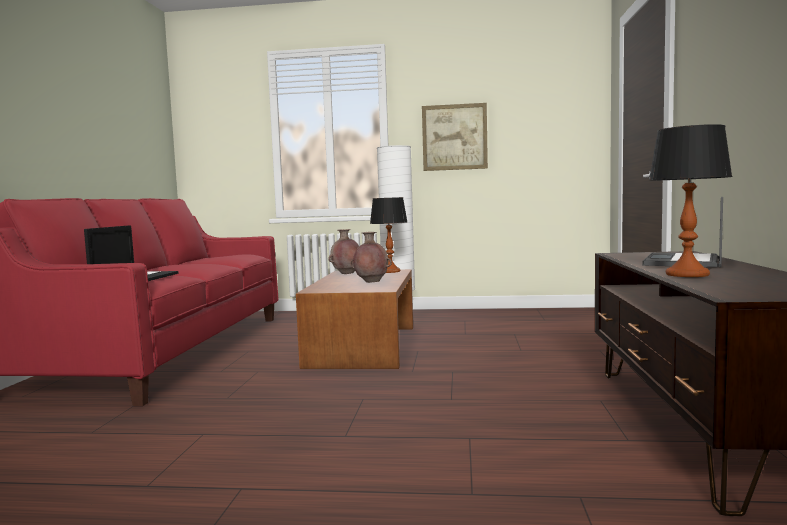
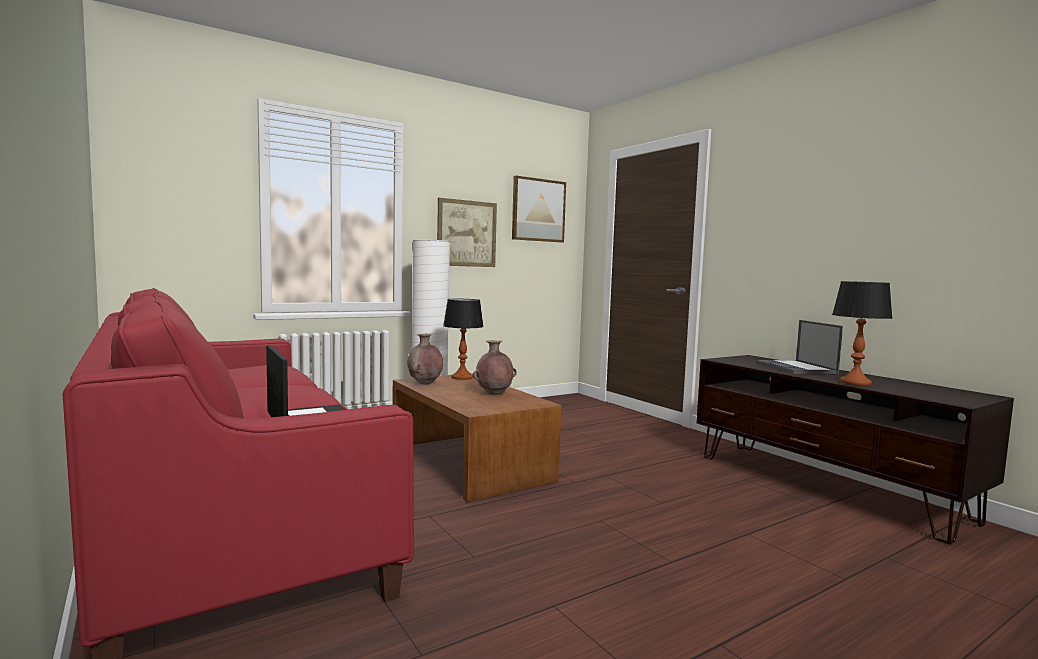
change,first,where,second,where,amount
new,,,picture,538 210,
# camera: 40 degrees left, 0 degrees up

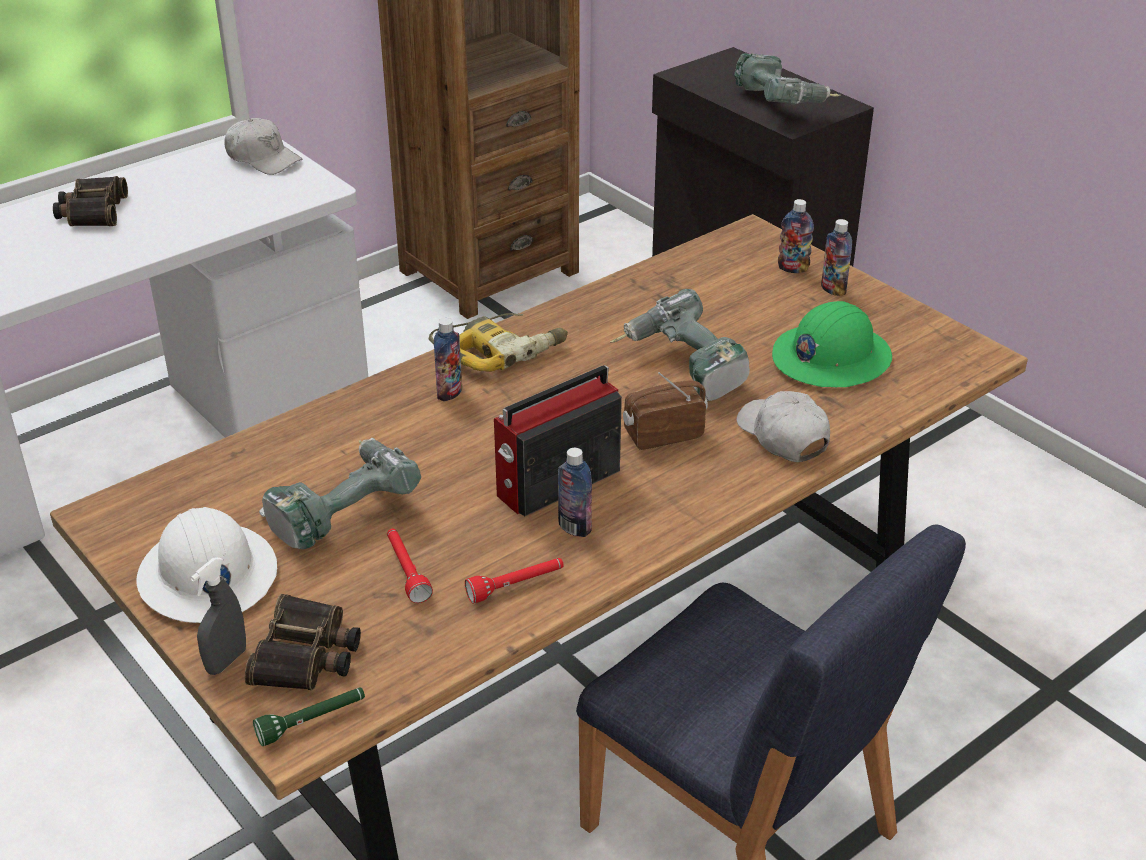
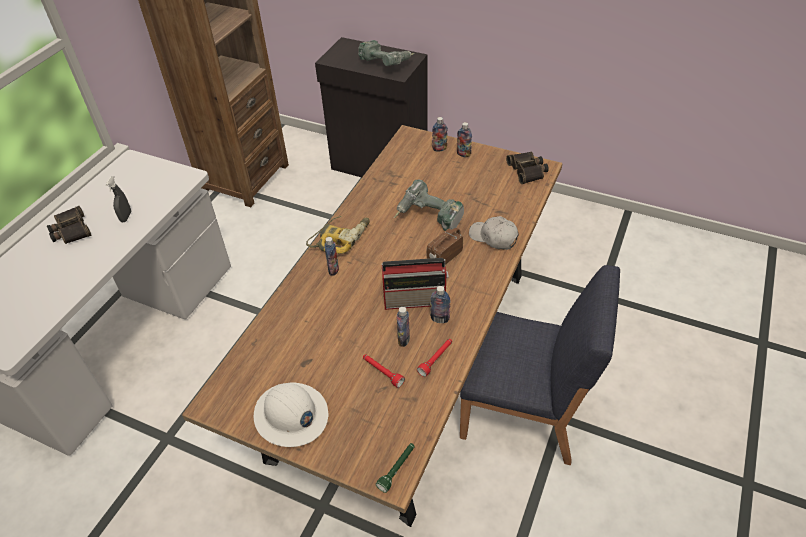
change,first,where,second,where,amount
gone,white cap,263 158,,,
gone,green hard hat,830 358,,,
rotated,radio,556 484,,416 299,120 degrees counterclockwise
gone,power drill,340 511,,,
shifted,grey spray bottle,226 661,,126 217,
shifted,binoculars,307 655,,528 171,
new,,,bottle,403 339,
# camera: 25 degrees left, 10 degrees up

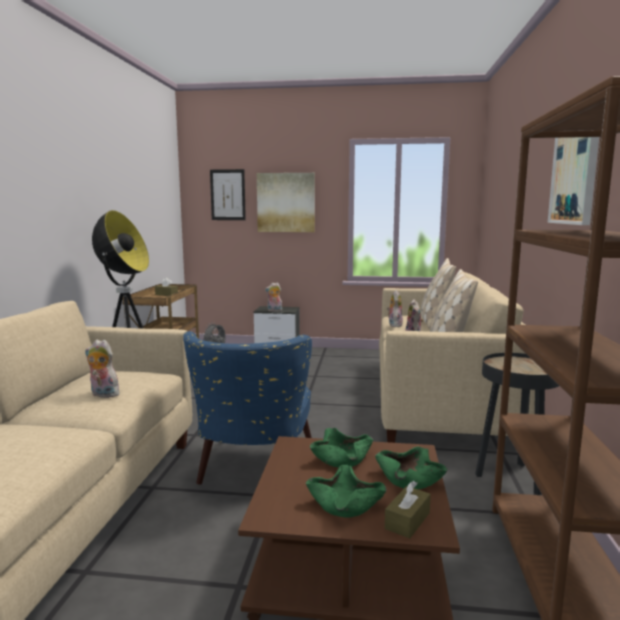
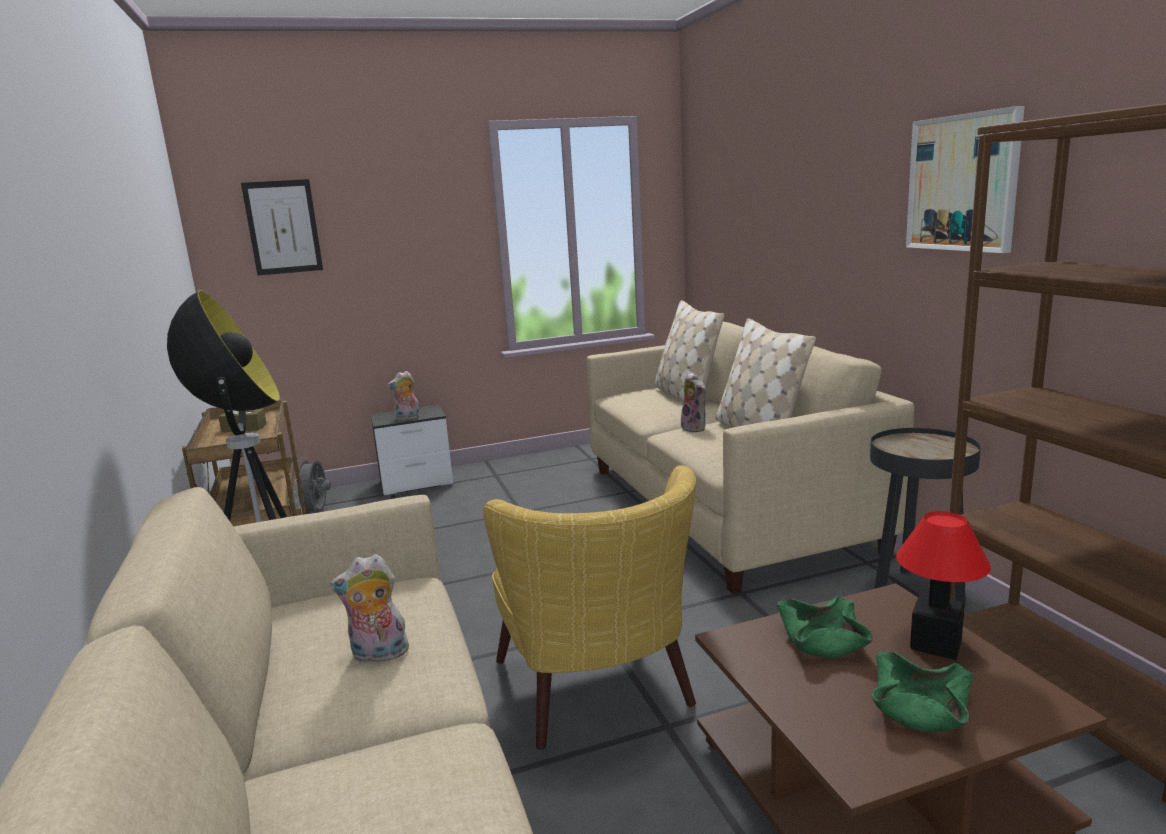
change,first,where,second,where,amount
gone,picture,286 202,,,
gone,plush toy,394 325,,,
repainted,blue armchair,253 471,yellow armchair,599 696,
swapped,green bowl,409 478,table lamp,936 643,
gone,brown tissue box,407 521,,,
# camera: 25 degrees left, 5 degrees up

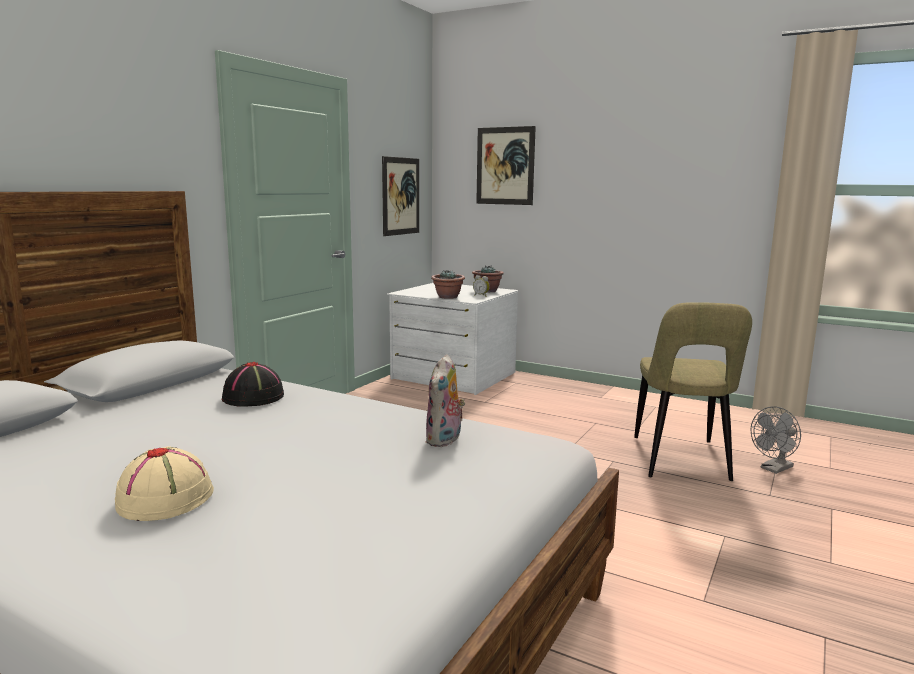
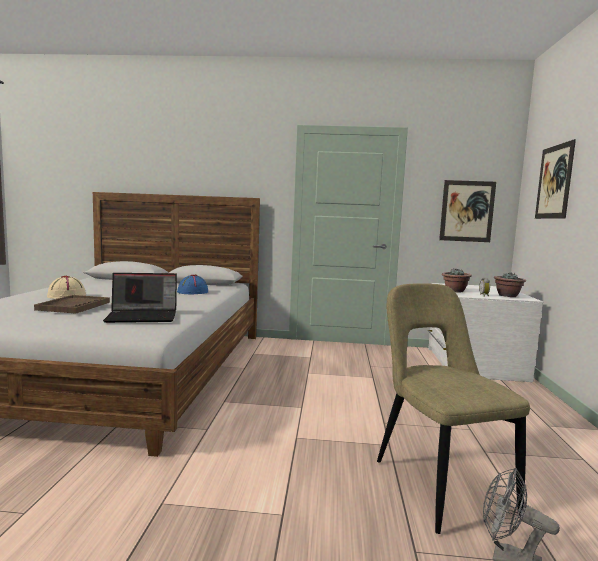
change,first,where,second,where,amount
rotated,beige chair,681 461,,438 483,90 degrees clockwise
swapped,plush toy,445 440,laptop,143 316,
repainted,black hat,253 398,blue hat,192 292,
new,,,brown tray,74 306,
# camera: 65 degrees right, 5 degrees down

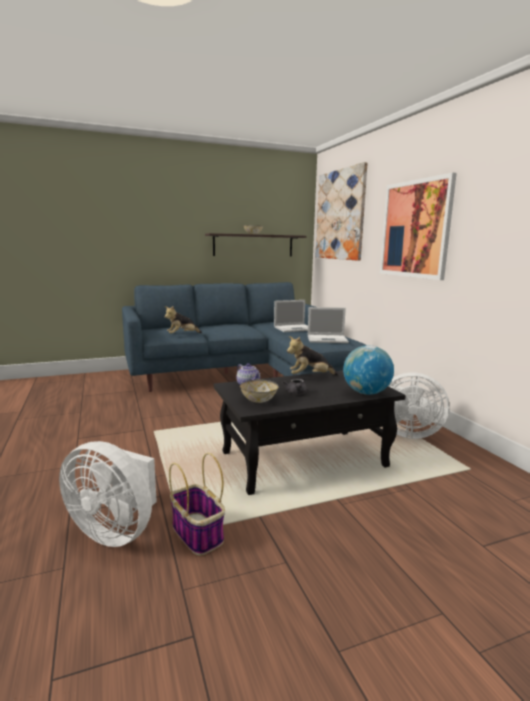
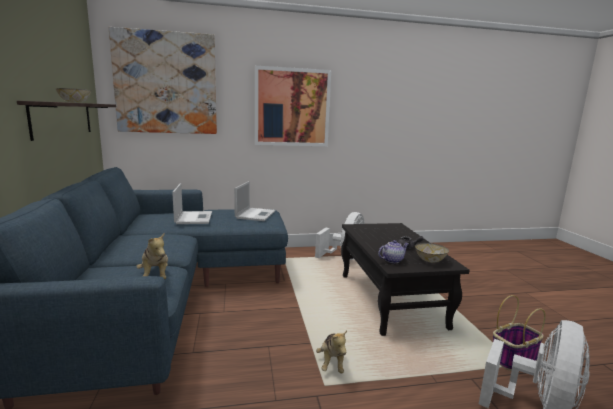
change,first,where,second,where,amount
shifted,plush toy,310 377,,332 363,
gone,globe,366 393,,,
# camera: 80 degrees left, 0 degrees up

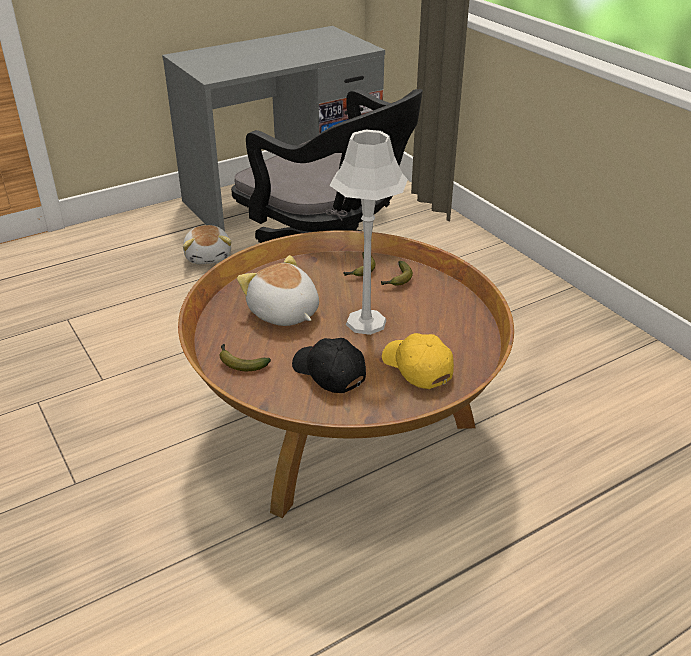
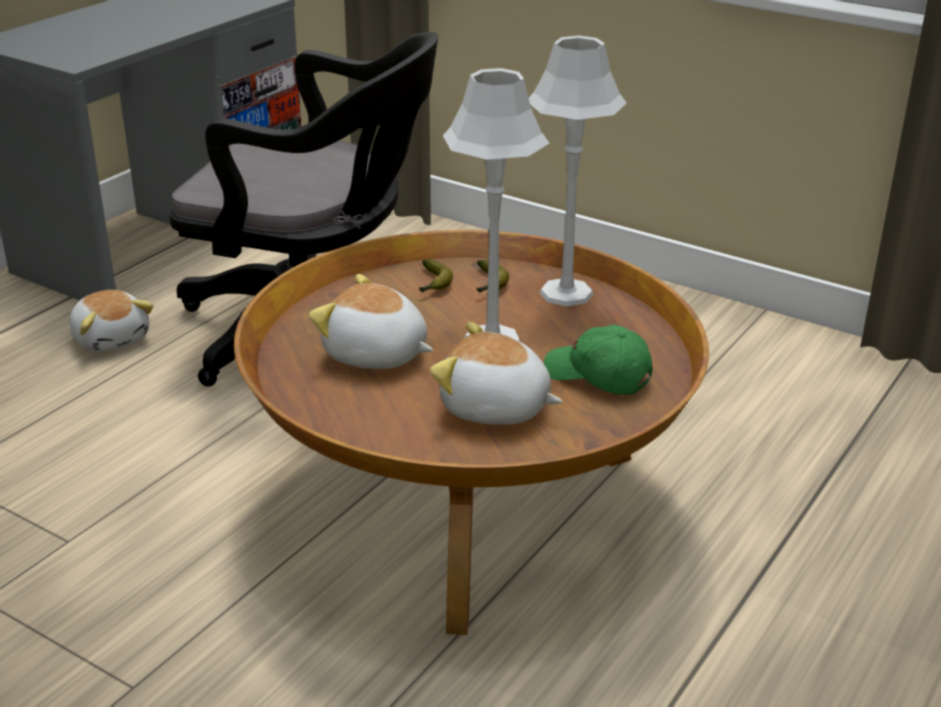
change,first,where,second,where,amount
repainted,yellow cap,416 368,green cap,597 376,
swapped,black cap,328 373,plush toy,495 408,
gone,banana,240 362,,,
new,,,grey table lamp,565 293,
# camera: 25 degrees left, 5 degrees down

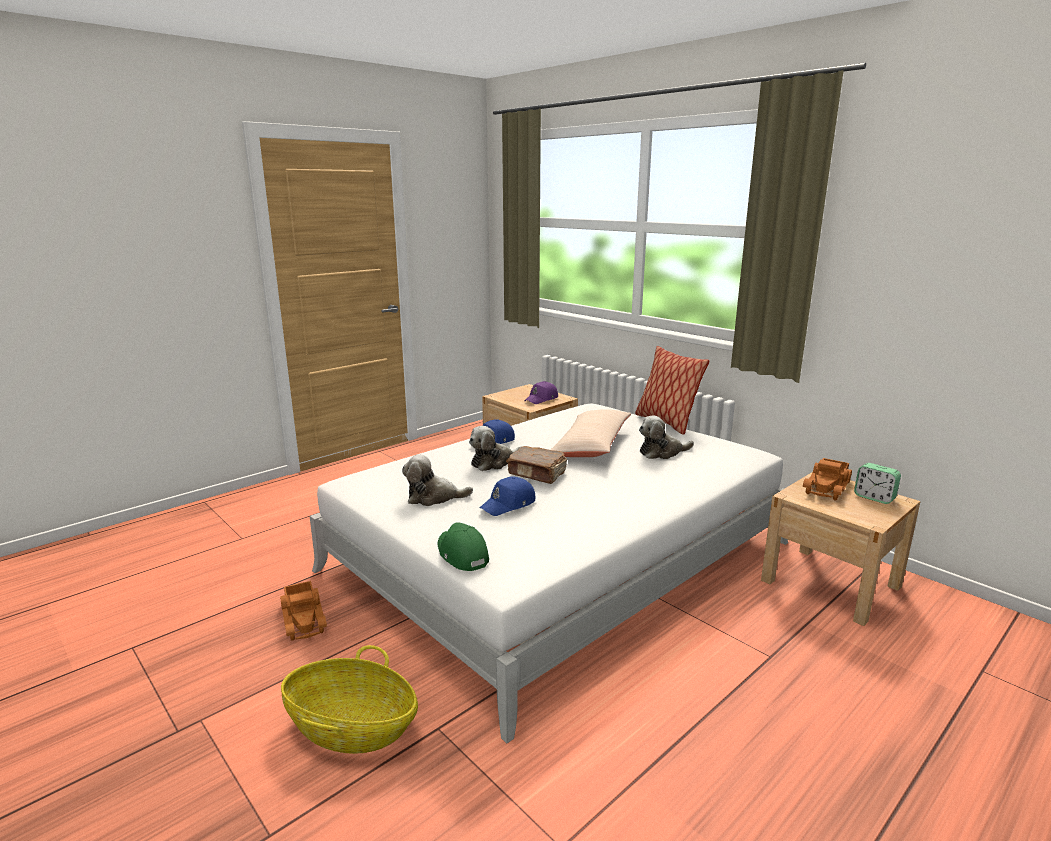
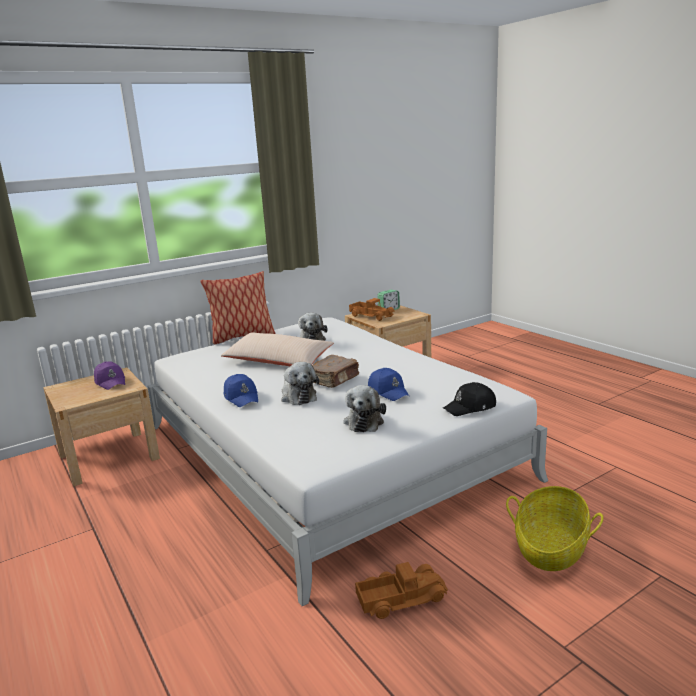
change,first,where,second,where,amount
repainted,green cap,461 554,black cap,470 407,
# camera: 80 degrees left, 0 degrees up

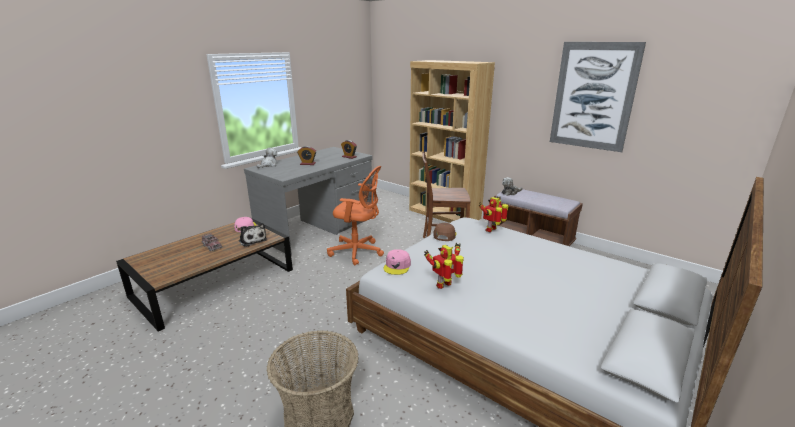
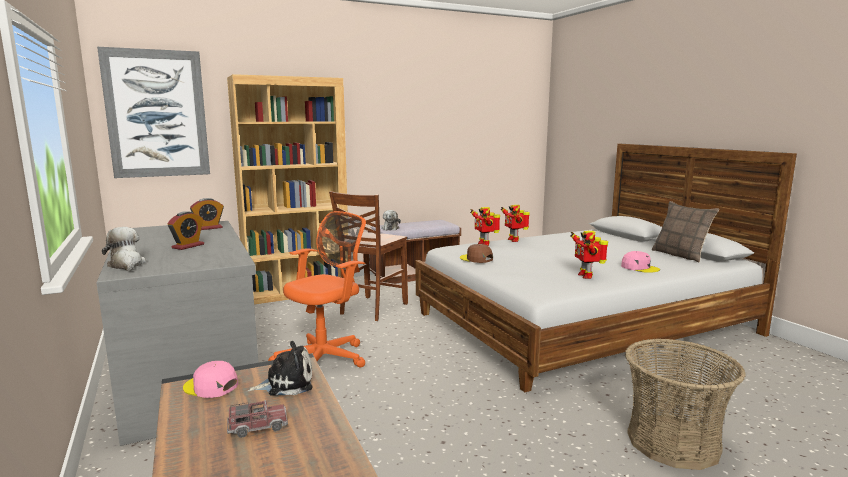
change,first,where,second,where,amount
shifted,picture,593 96,,157 114,
shifted,pink cap,397 266,,639 267,
new,,,pillow,680 255,
new,,,toy robot,514 240,
# camera: 65 degrees left, 10 degrees down

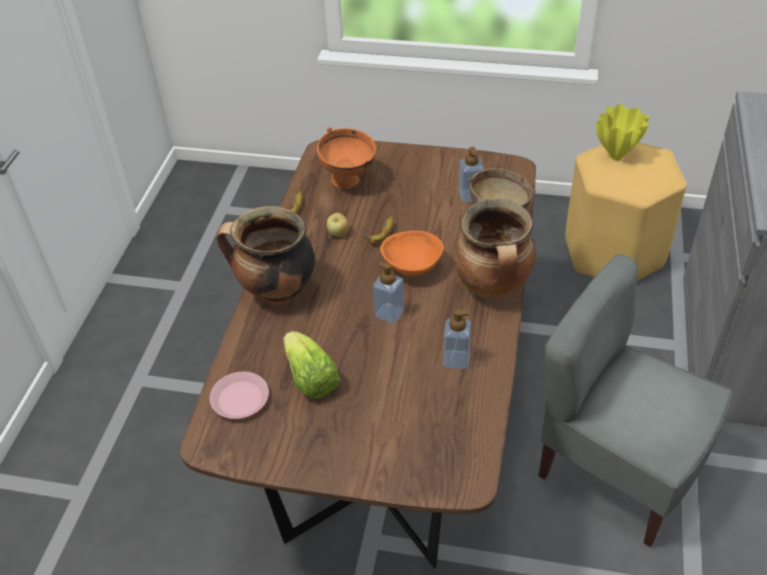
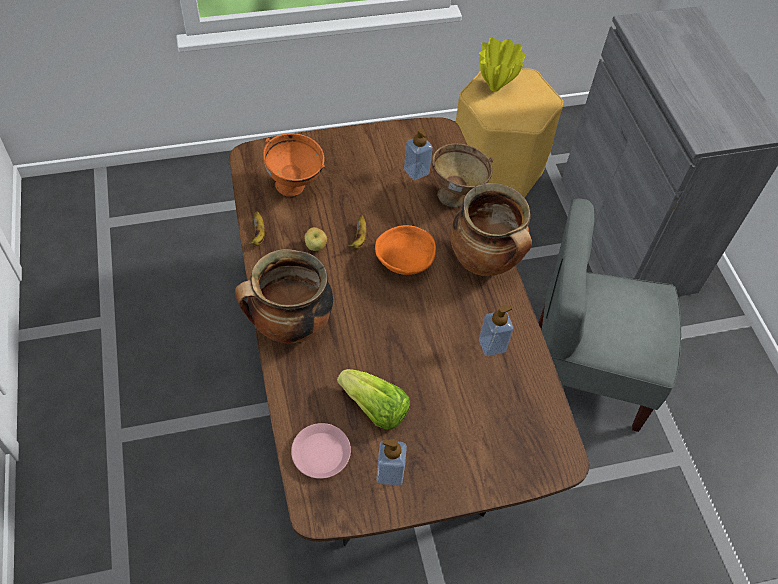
change,first,where,second,where,amount
shifted,soap dispenser,389 313,,390 473,
# camera: 30 degrees left, 10 degrees up

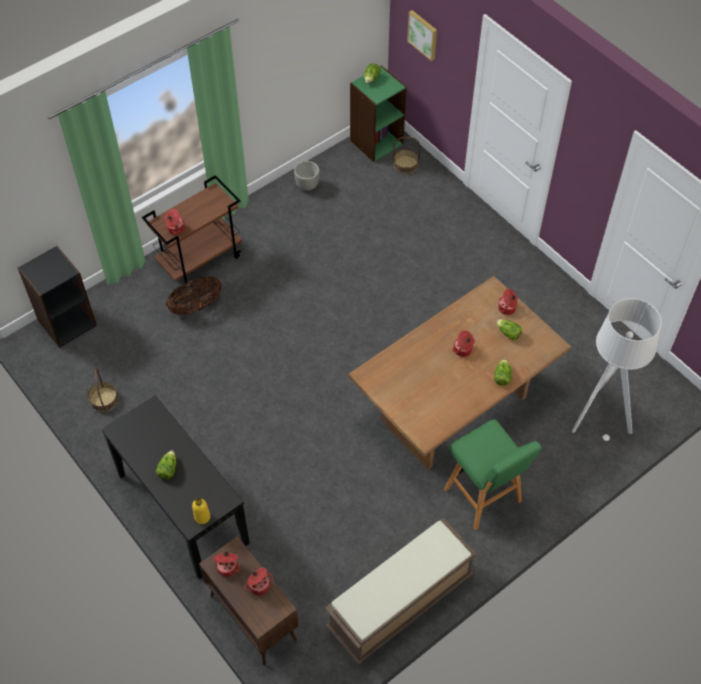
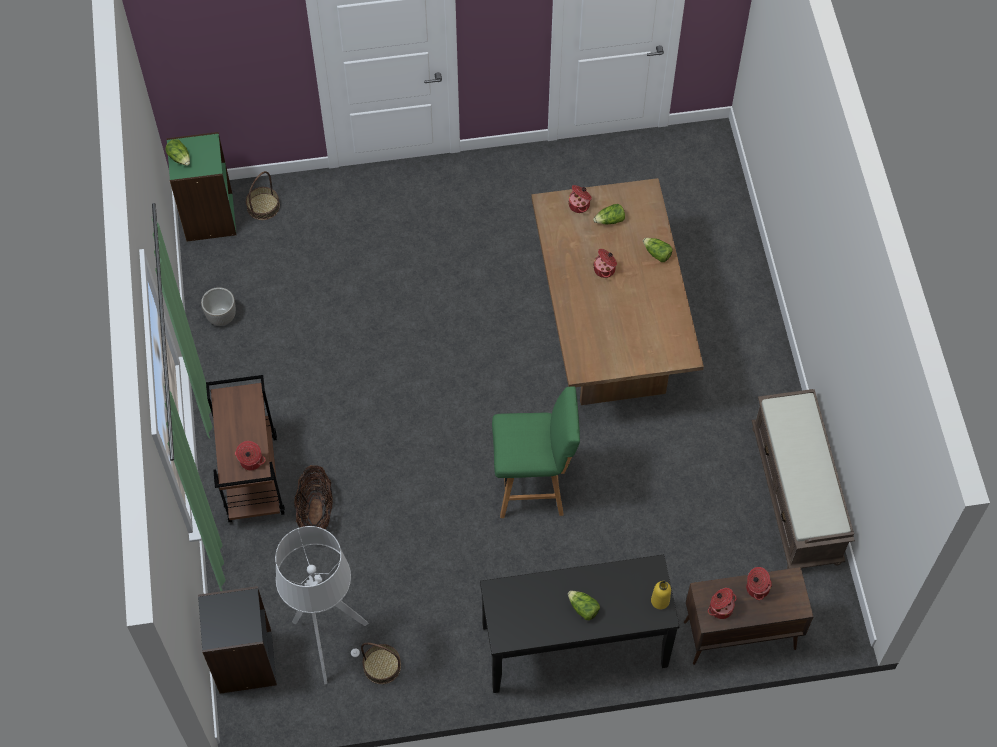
change,first,where,second,where,amount
gone,picture,423 34,,,
shifted,grey floor lamp,599 418,,328 643,
shifted,green stool,484 497,,533 486,
# camera: 60 degrees left, 5 degrees up

